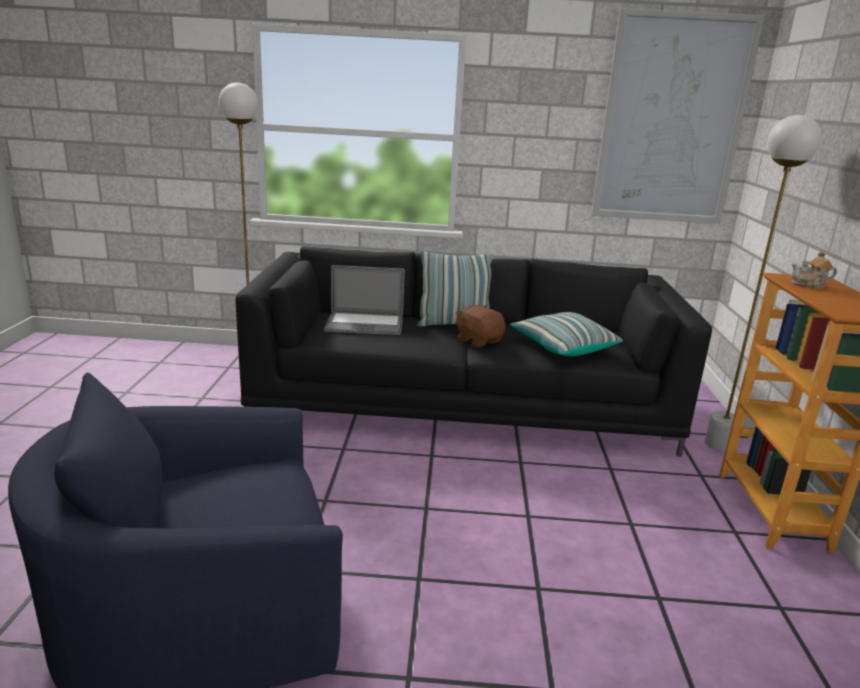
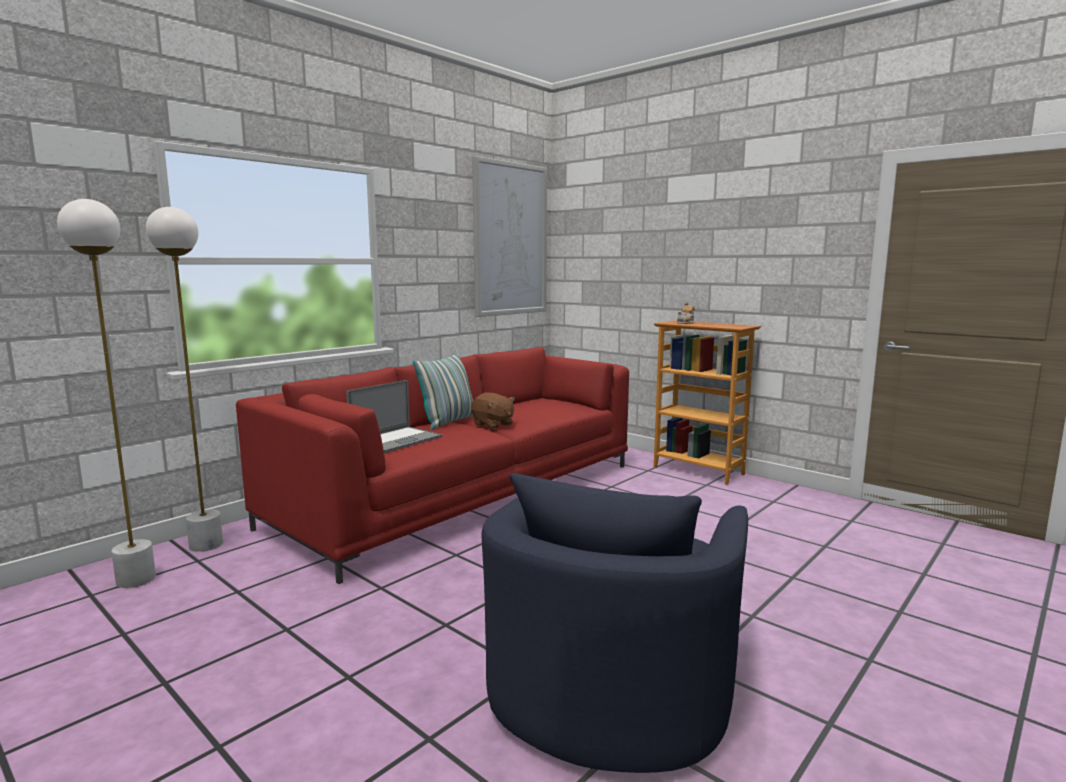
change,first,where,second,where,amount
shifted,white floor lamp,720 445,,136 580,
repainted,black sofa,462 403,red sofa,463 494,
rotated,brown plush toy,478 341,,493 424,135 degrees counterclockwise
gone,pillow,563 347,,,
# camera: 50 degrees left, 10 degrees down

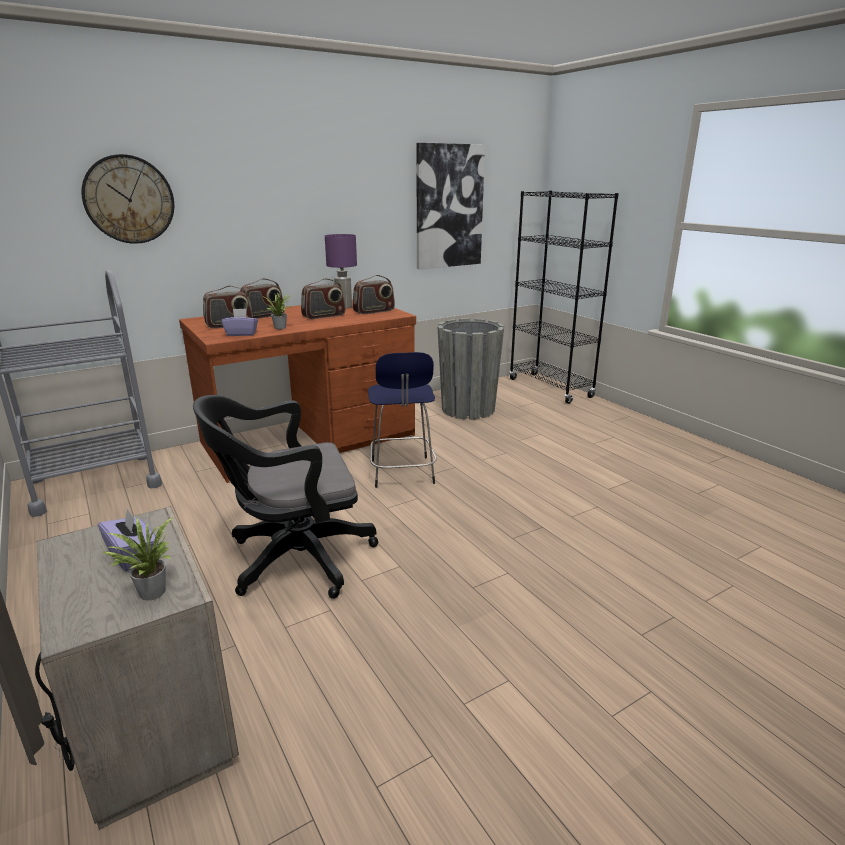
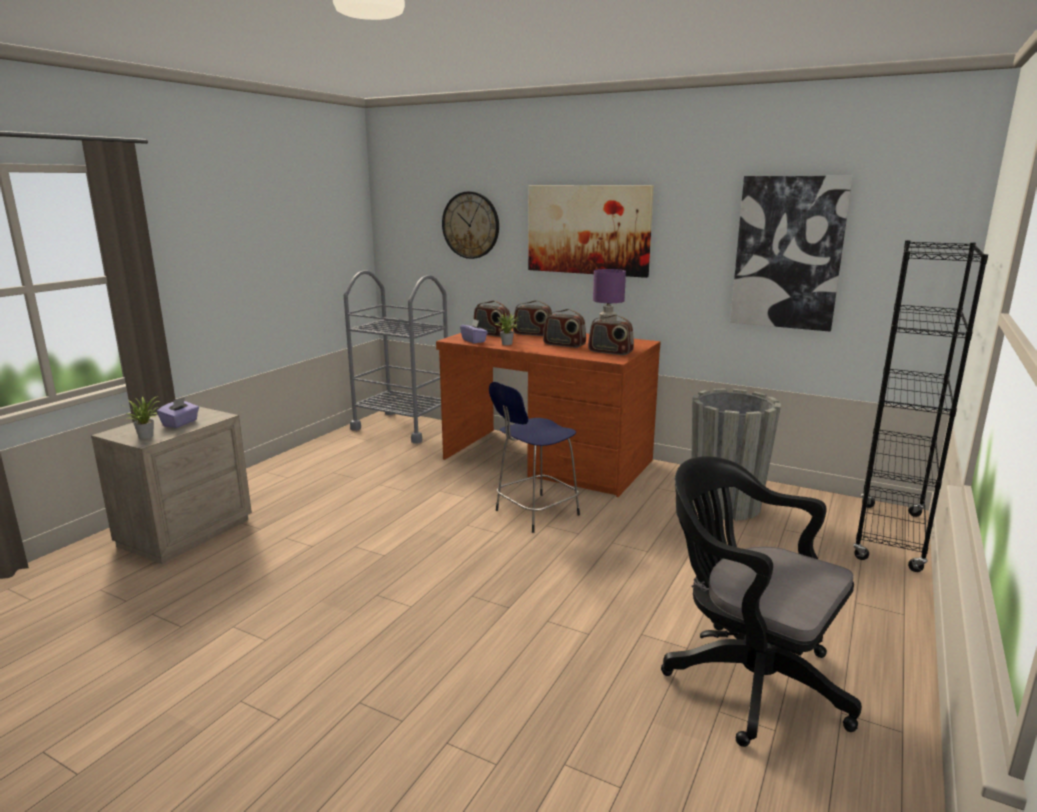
change,first,where,second,where,amount
shifted,black office chair,293 559,,747 678,
new,,,picture,588 230,
# camera: 60 degrees right, 5 degrees down

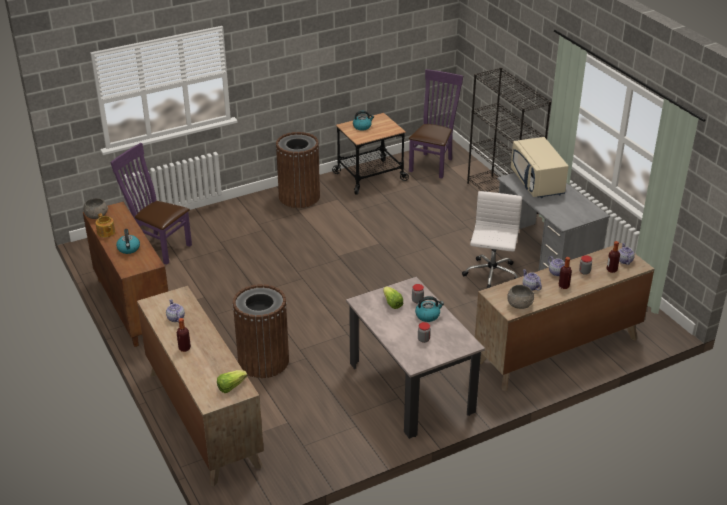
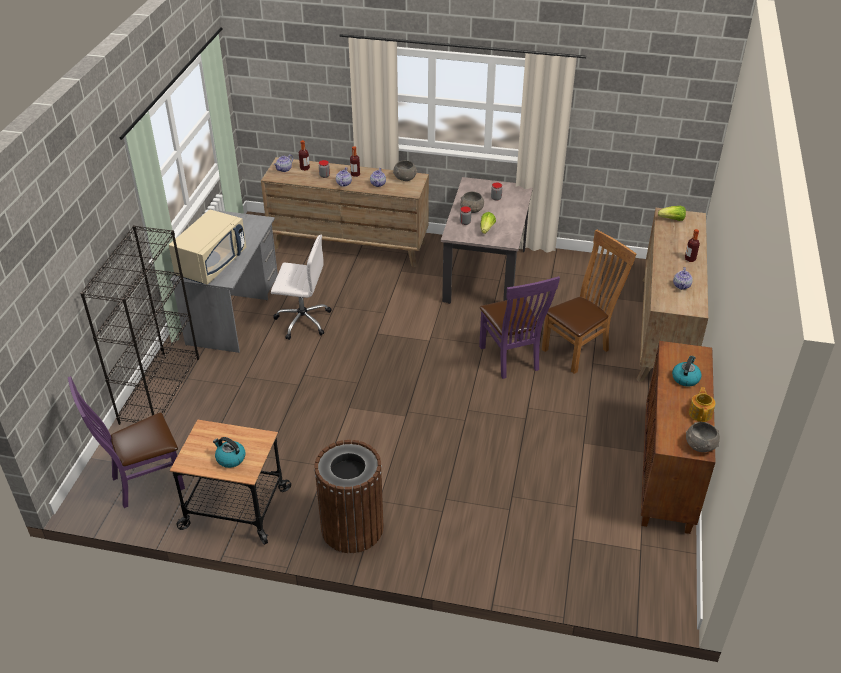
change,first,where,second,where,amount
shifted,purple chair,159 246,,511 360,
rotated,white office chair,491 274,,302 320,135 degrees counterclockwise
swapped,brown trash can,263 361,brown chair,579 349,
swapped,kettle,428 315,grey bowl,471 210,
# camera: 140 degrees left, 5 degrees up

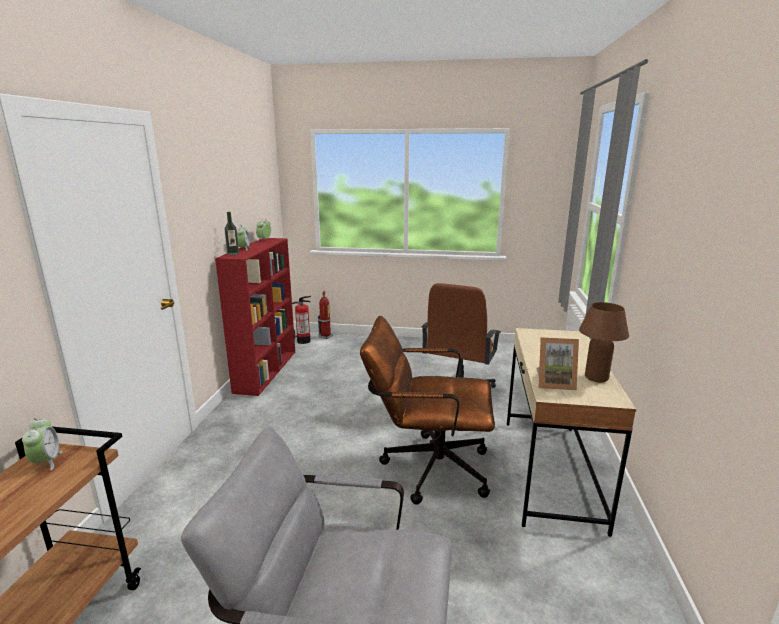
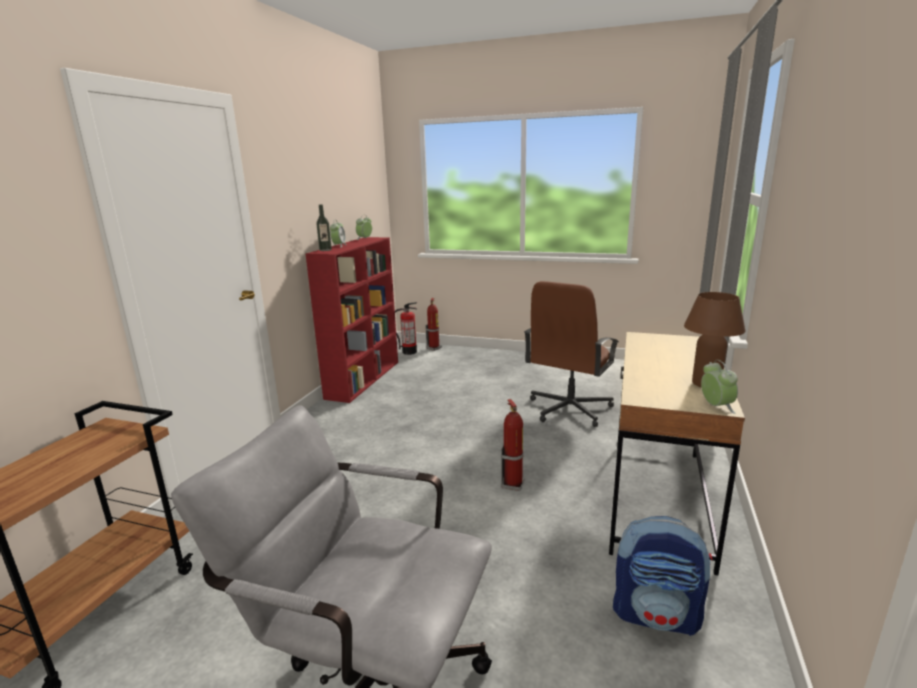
change,first,where,second,where,amount
swapped,brown office chair,426 467,fire extinguisher,513 484,
gone,picture frame,554 383,,,
shifted,alarm clock,46 462,,716 407,
new,,,backpack,656 615,
# camera: 10 degrees right, 0 degrees up

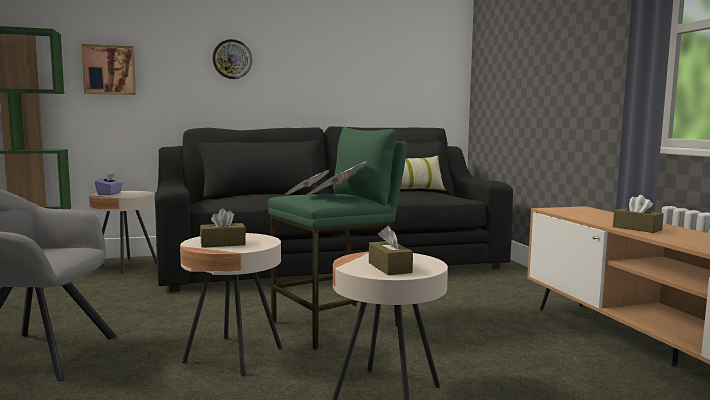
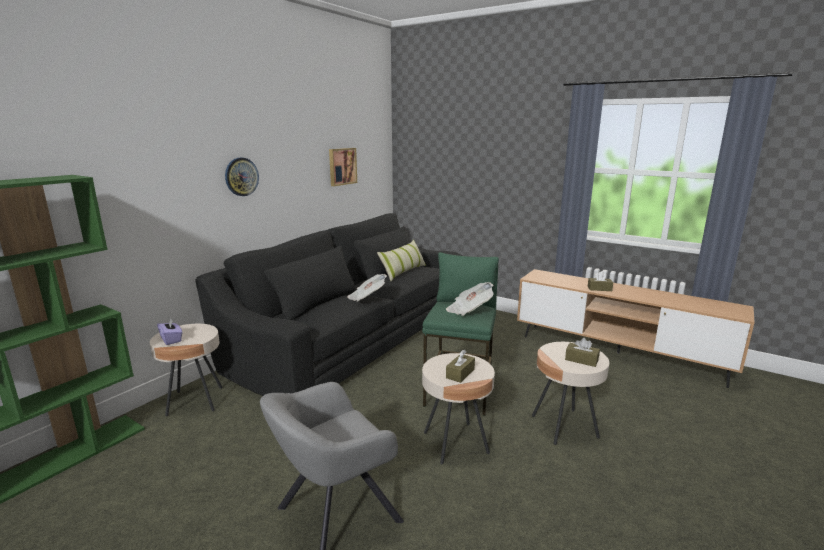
change,first,where,second,where,amount
shifted,picture,109 70,,342 166,
# camera: 40 degrees left, 10 degrees up

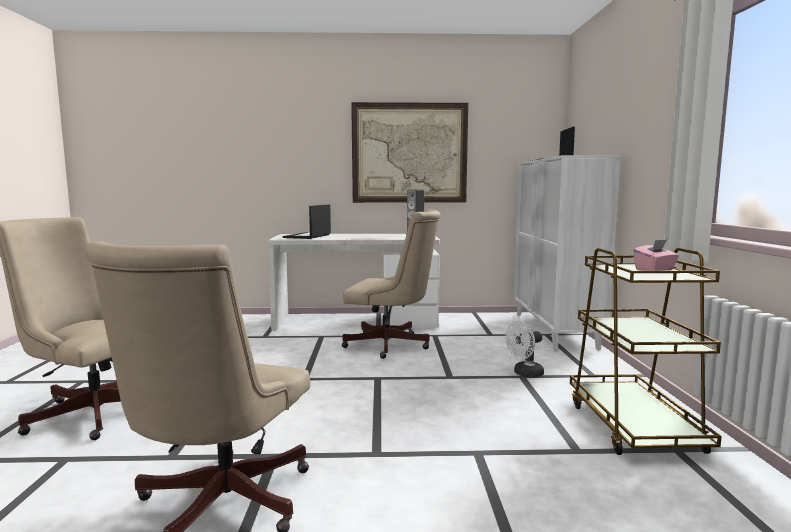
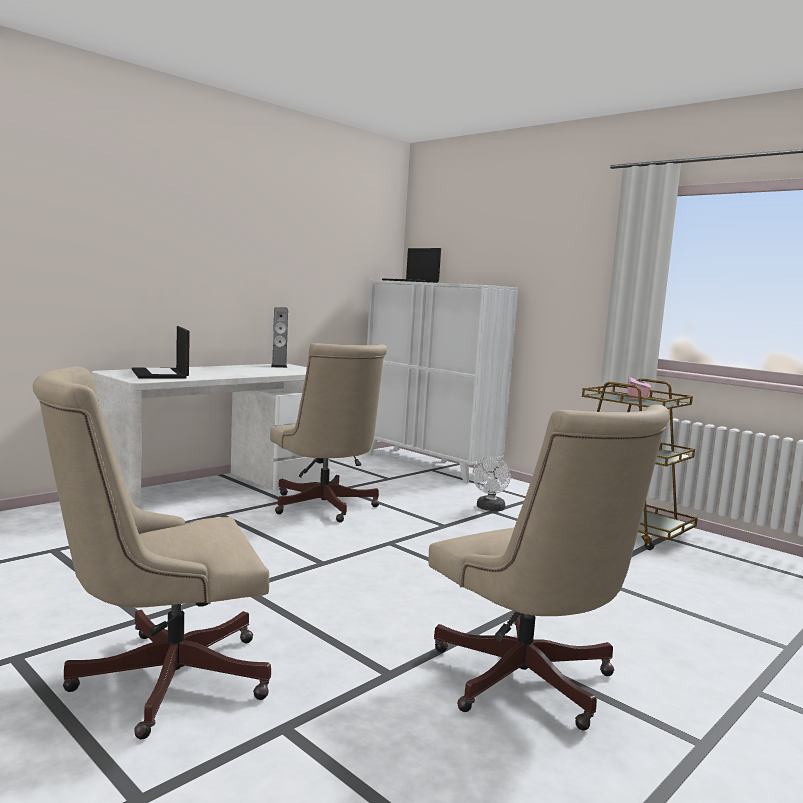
change,first,where,second,where,amount
gone,picture,409 153,,,
rotated,beige office chair,392 345,,325 508,90 degrees clockwise
# camera: 45 degrees left, 0 degrees up

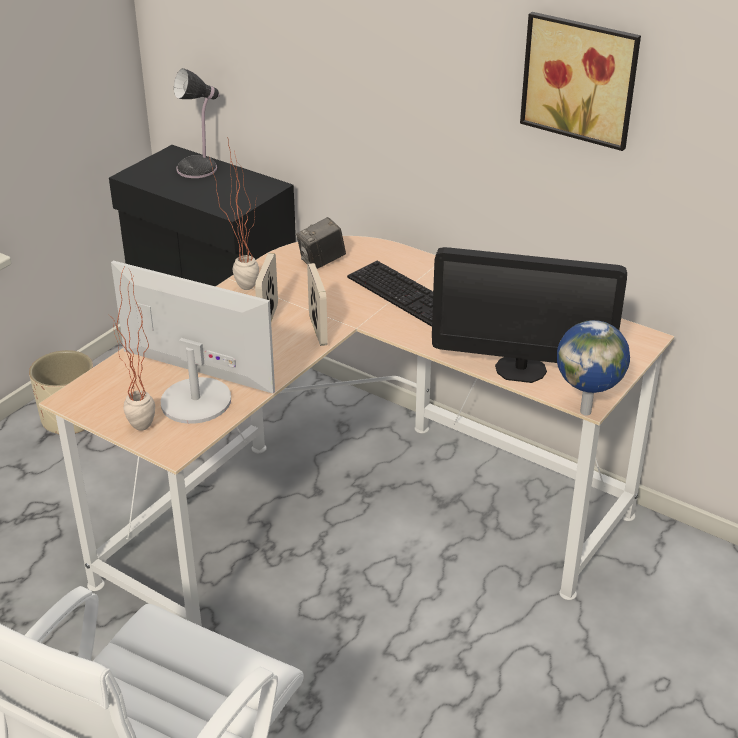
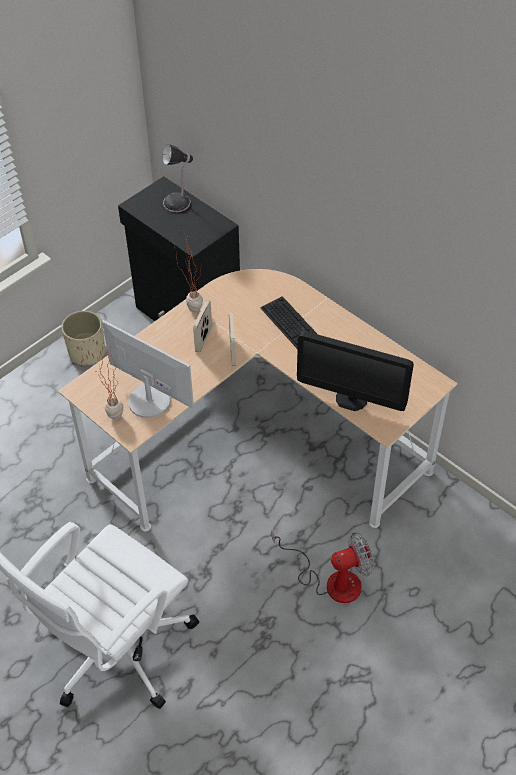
change,first,where,second,where,amount
gone,picture,581 78,,,
gone,photo camera,321 262,,,
gone,globe,586 411,,,
new,,,fan,331 580,
# camera: 10 degrees right, 15 degrees up

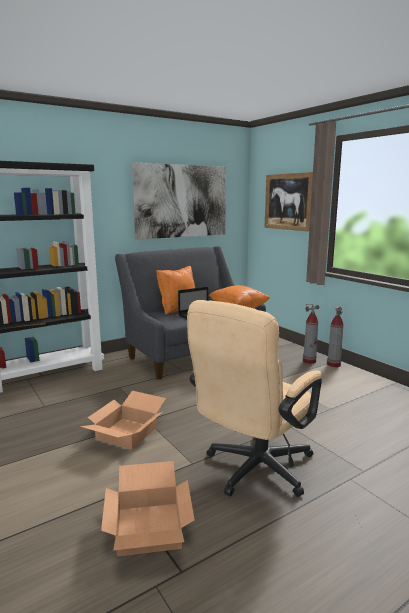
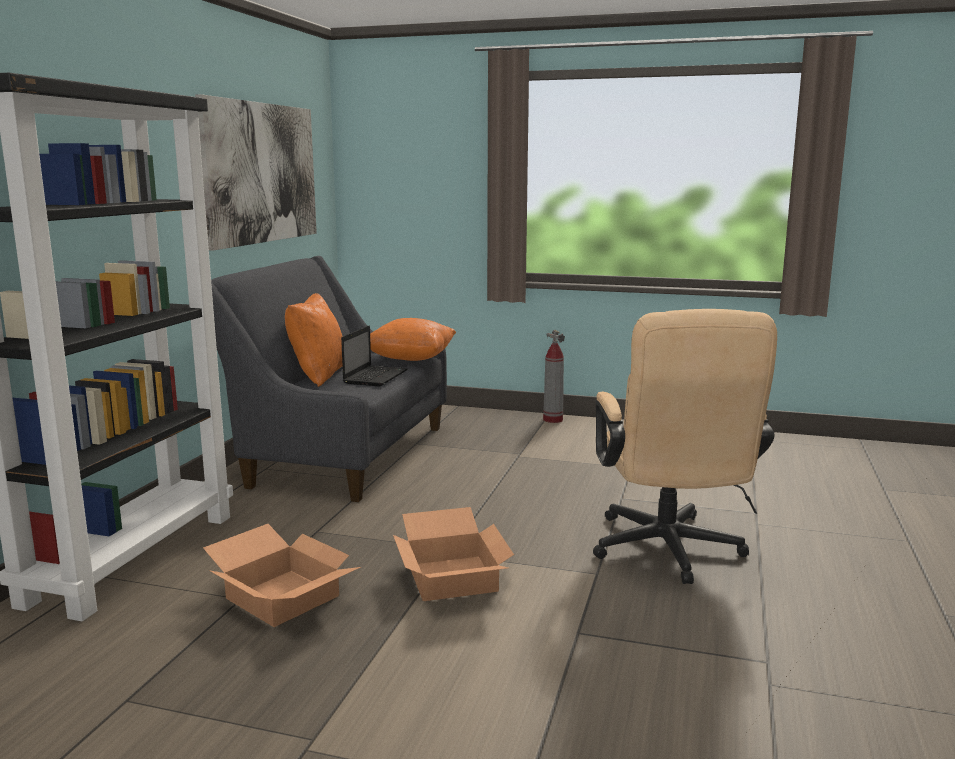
change,first,where,second,where,amount
gone,picture,288 201,,,
gone,fire extinguisher,309 361,,,
shifted,cardboard box,150 528,,285 597,
# camera: 40 degrees left, 0 degrees up

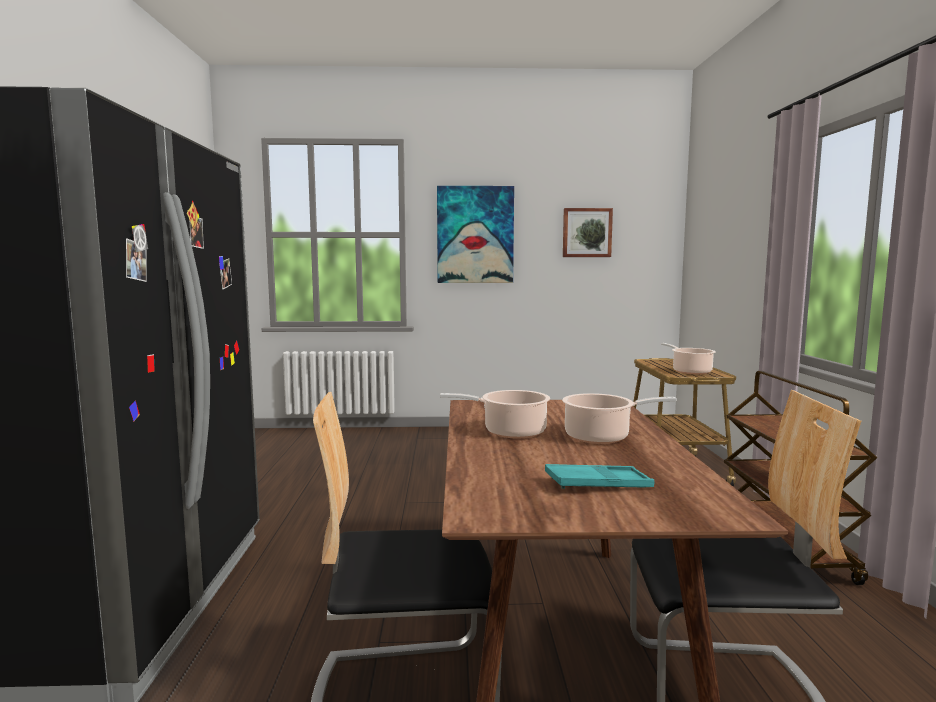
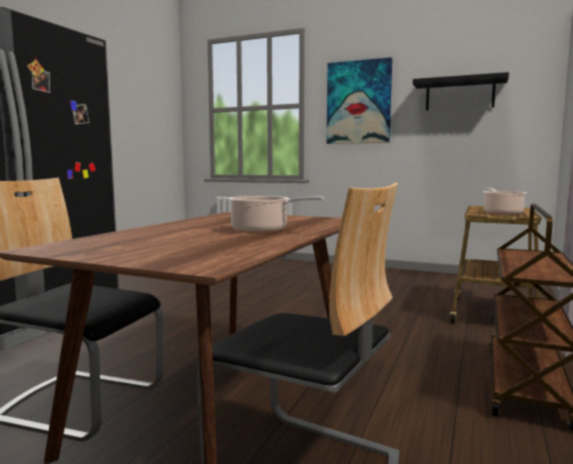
change,first,where,second,where,amount
swapped,picture,587 232,black shelf,459 94,
gone,cooking pot,510 432,,,
gone,turquoise tray,598 484,,,
# camera: 25 degrees right, 0 degrees up

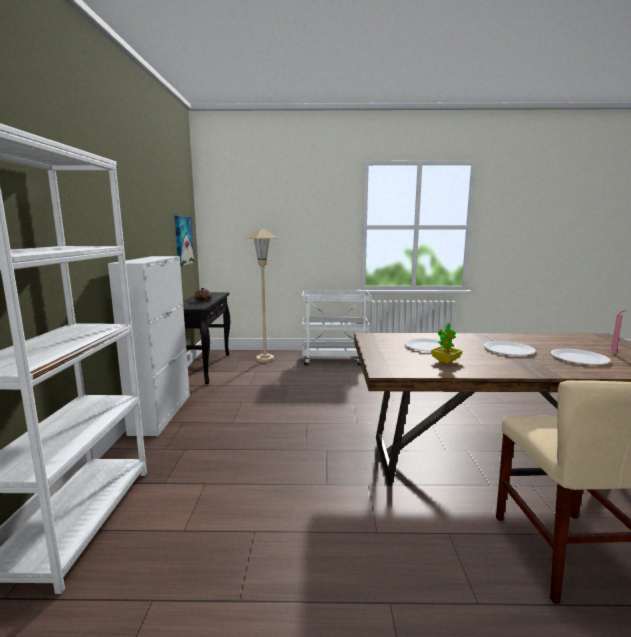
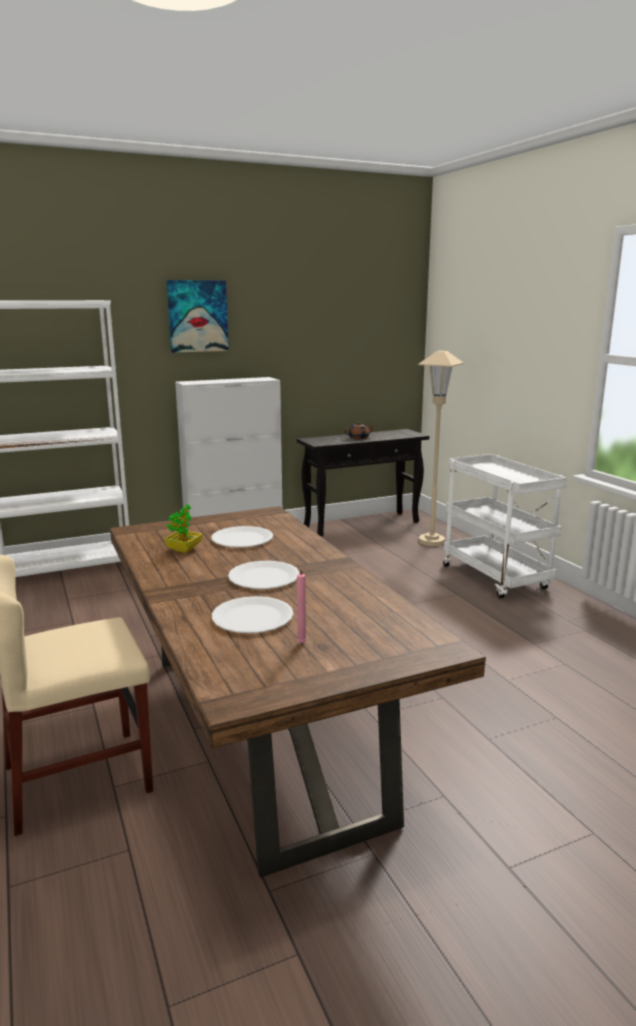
change,first,where,second,where,amount
shifted,picture,183 240,,197 316,
# camera: 65 degrees right, 5 degrees up

